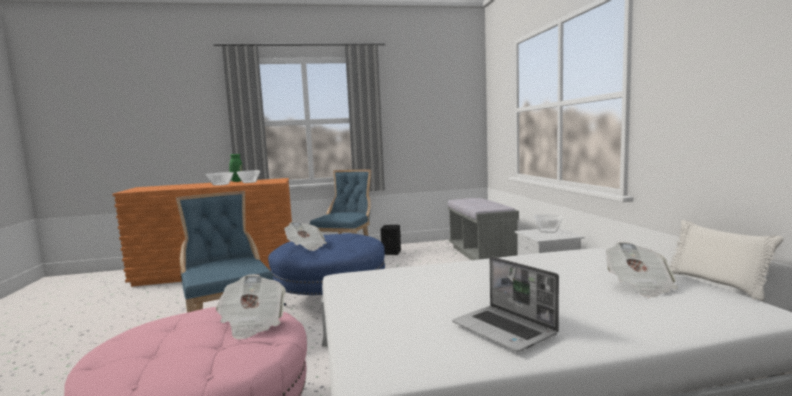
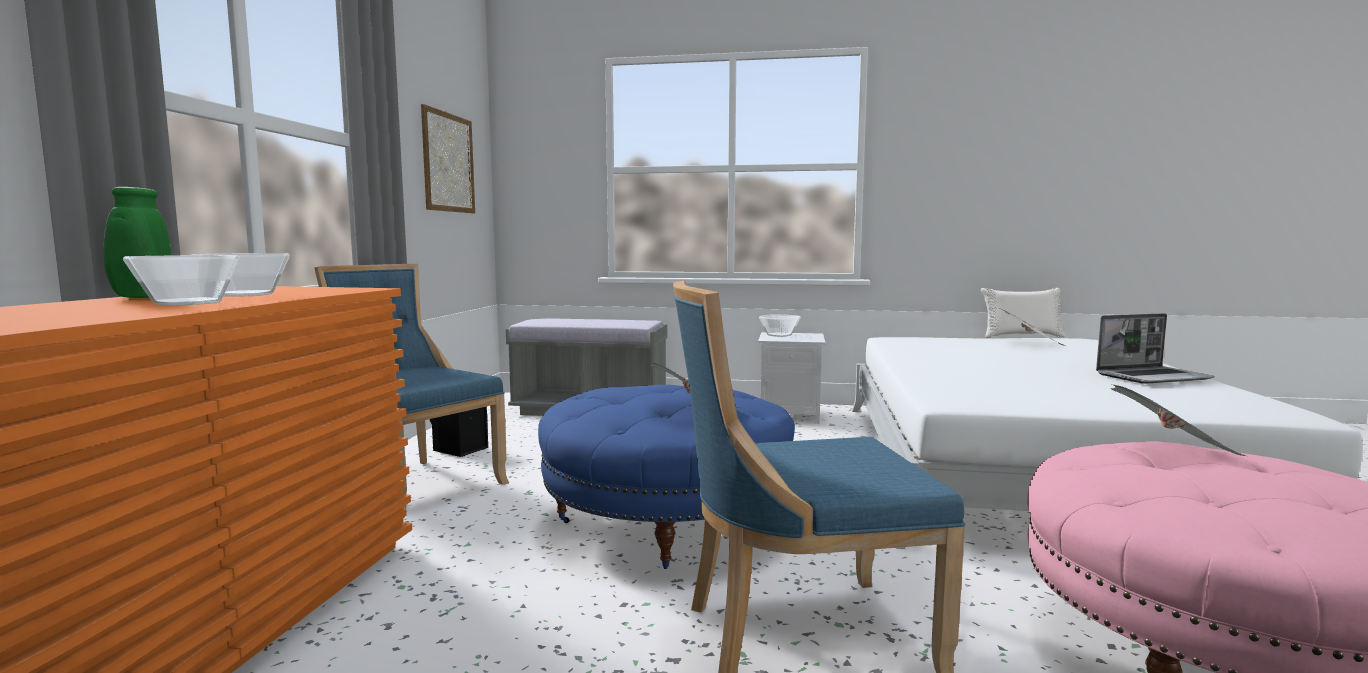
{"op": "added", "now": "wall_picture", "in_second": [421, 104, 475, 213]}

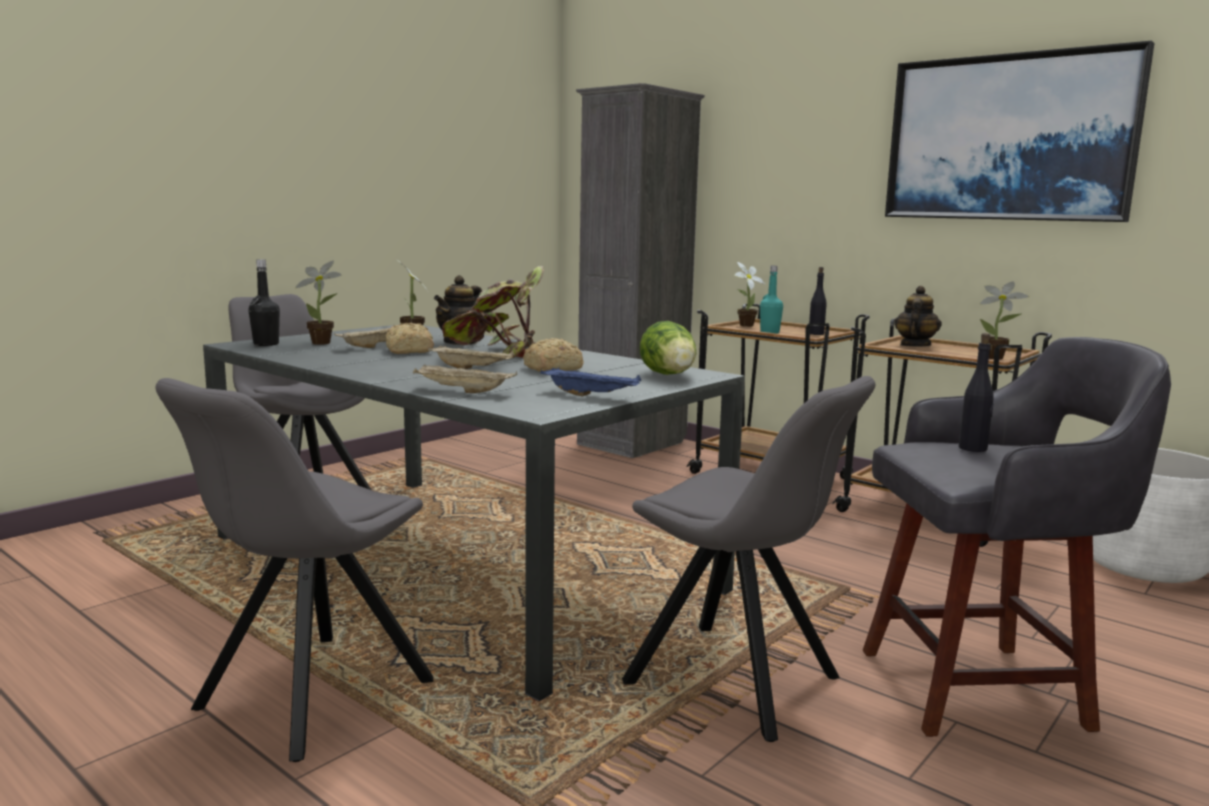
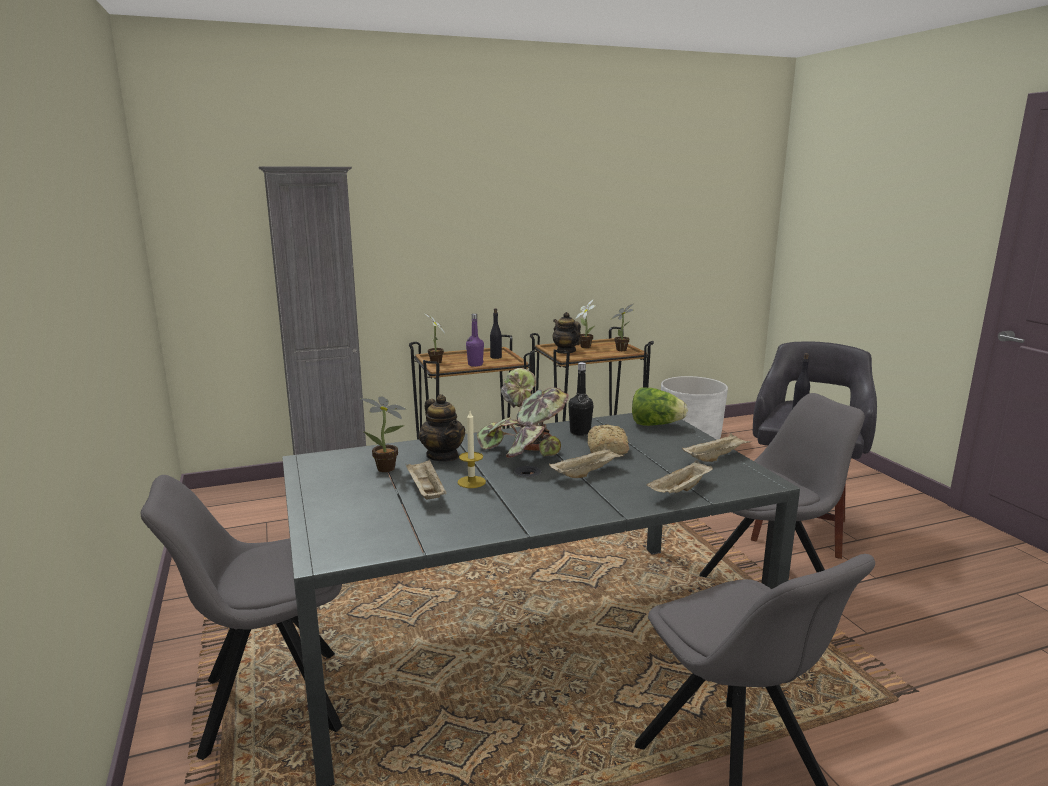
{"op": "replaced", "was": "bakery_bread", "now": "candle", "in_first": [386, 323, 434, 354], "in_second": [458, 411, 486, 488]}
{"op": "recoloured", "was": "blue-green_beverage_bottle", "now": "purplish_beverage_bottle", "in_first": [760, 266, 783, 333], "in_second": [466, 314, 484, 367]}
{"op": "moved", "was": "black_beverage_bottle", "in_first": [249, 259, 280, 346], "in_second": [568, 362, 594, 436]}
{"op": "moved", "was": "houseplant", "in_first": [295, 260, 342, 345], "in_second": [575, 300, 596, 348]}
{"op": "recoloured", "was": "bluish_carrying_tray", "now": "beige_carrying_tray", "in_first": [540, 368, 641, 396], "in_second": [682, 433, 751, 462]}
{"op": "removed", "was": "wall_picture", "in_first": [885, 41, 1154, 222]}

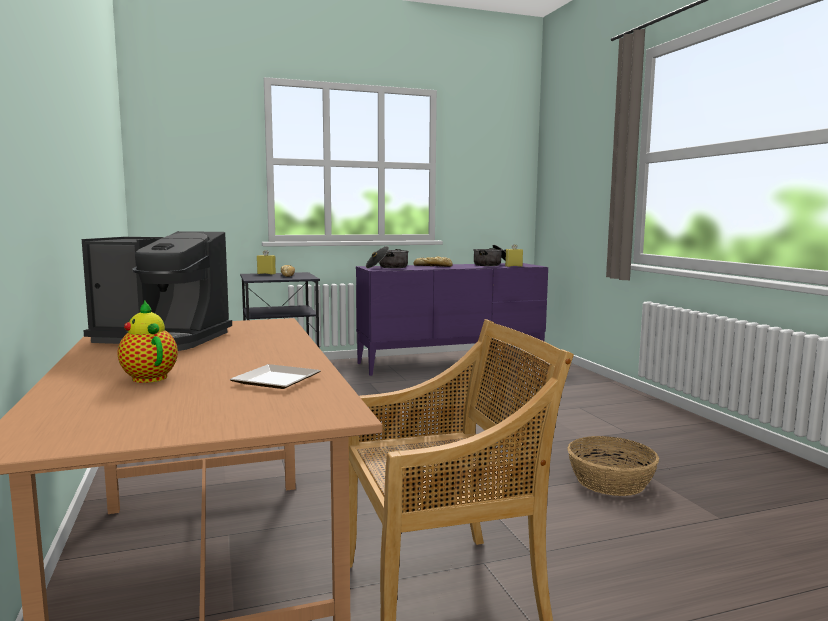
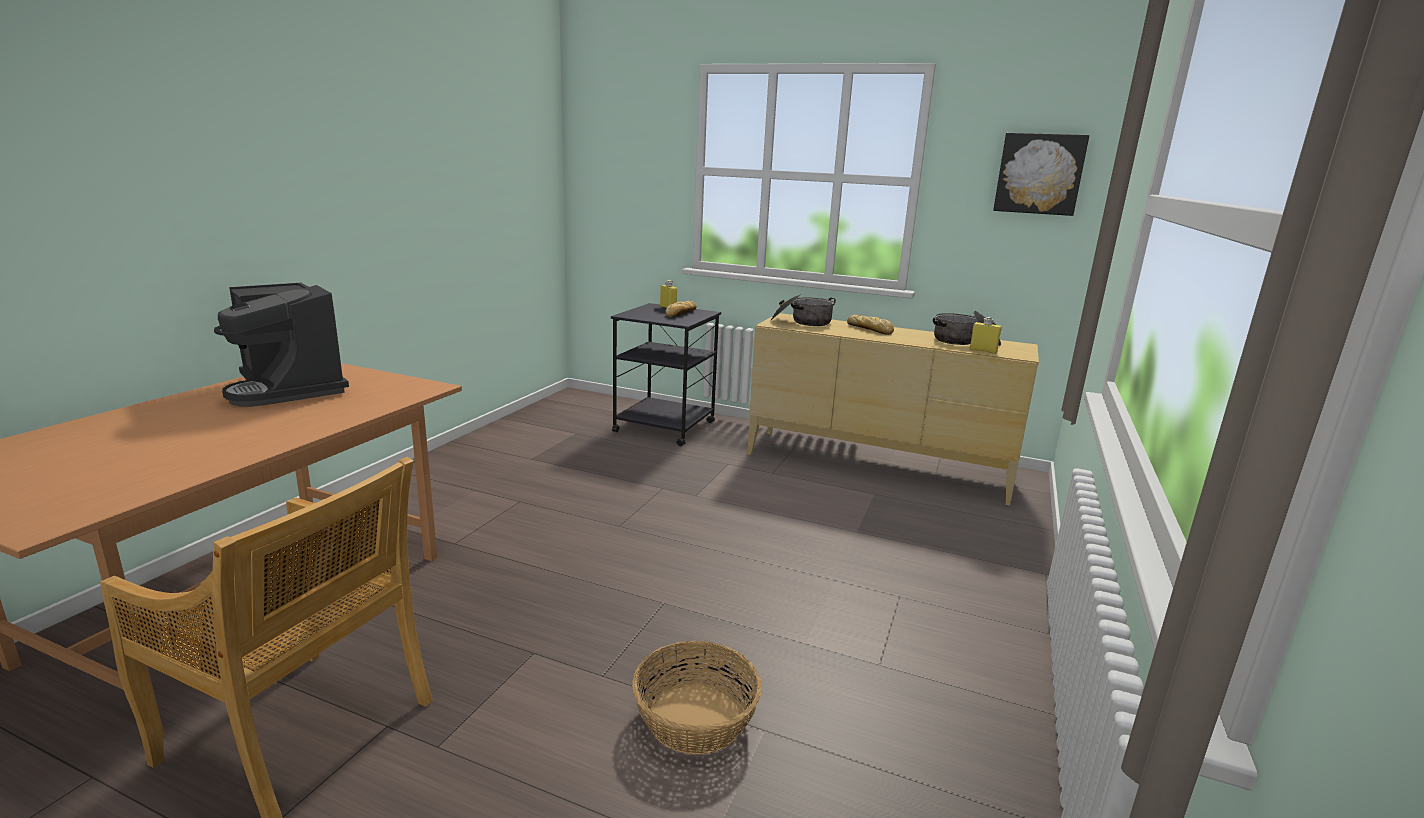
{"op": "recoloured", "was": "purplish_chest_of_drawers", "now": "beige_chest_of_drawers", "in_first": [356, 263, 548, 376], "in_second": [748, 313, 1039, 505]}
{"op": "added", "now": "wall_picture", "in_second": [993, 133, 1089, 216]}
{"op": "removed", "was": "tea_pot", "in_first": [118, 300, 178, 383]}
{"op": "removed", "was": "plate", "in_first": [230, 364, 321, 389]}

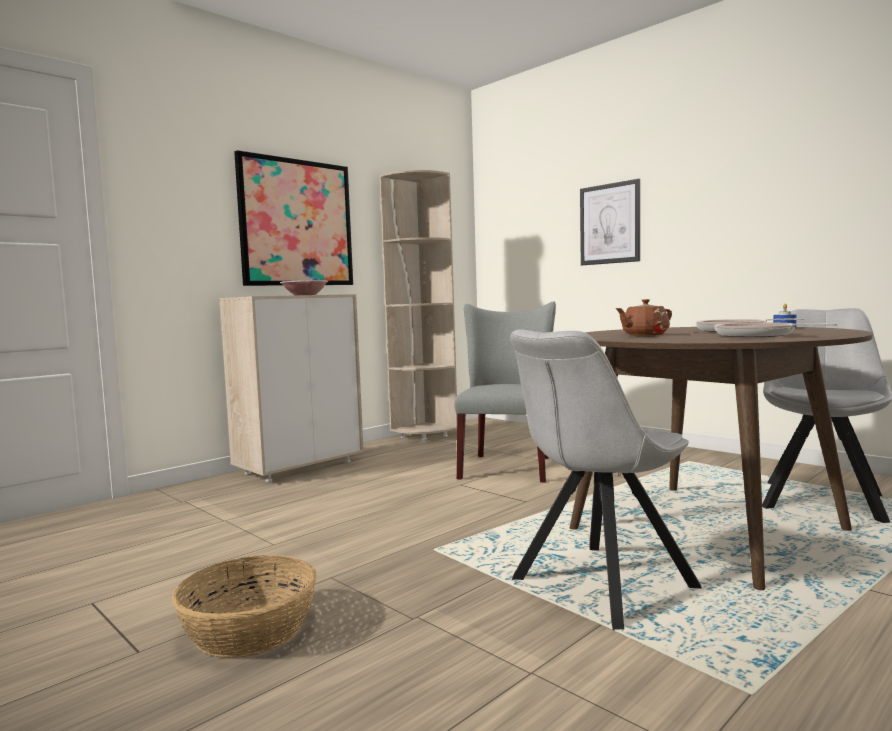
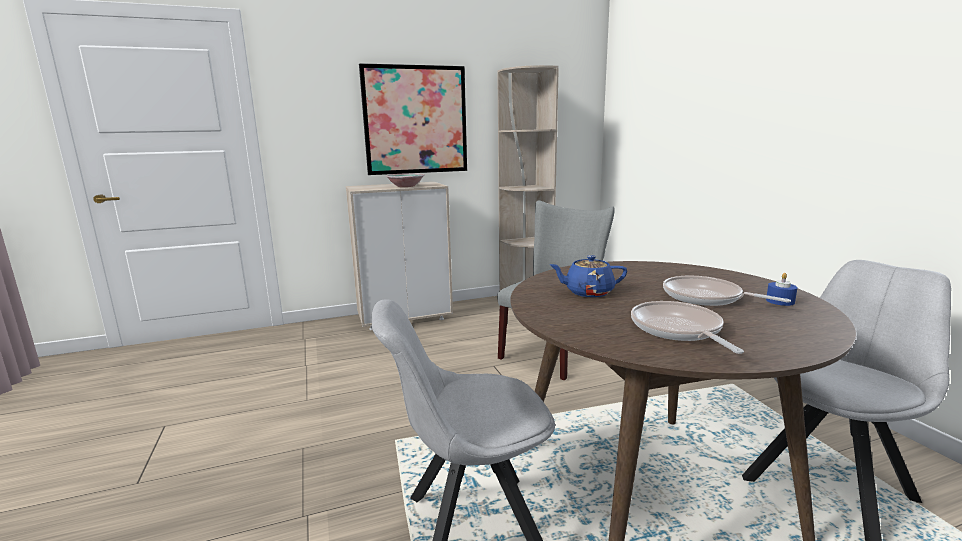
{"op": "recoloured", "was": "brown_tea_pot", "now": "bluish_tea_pot", "in_first": [615, 299, 672, 336], "in_second": [550, 255, 627, 297]}
{"op": "removed", "was": "basket", "in_first": [172, 555, 316, 658]}
{"op": "removed", "was": "wall_picture", "in_first": [580, 179, 640, 265]}

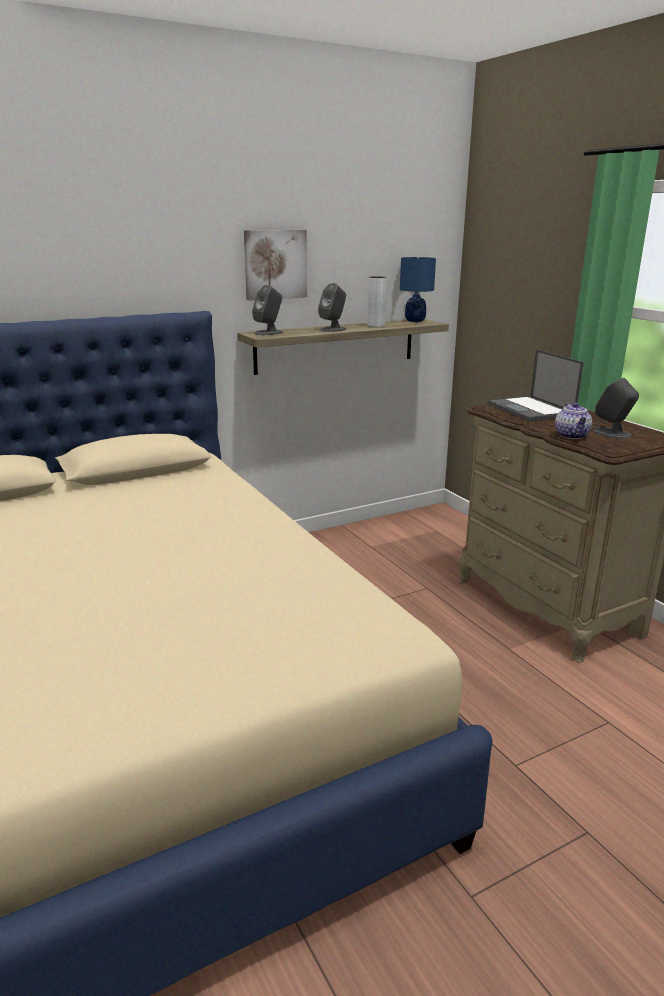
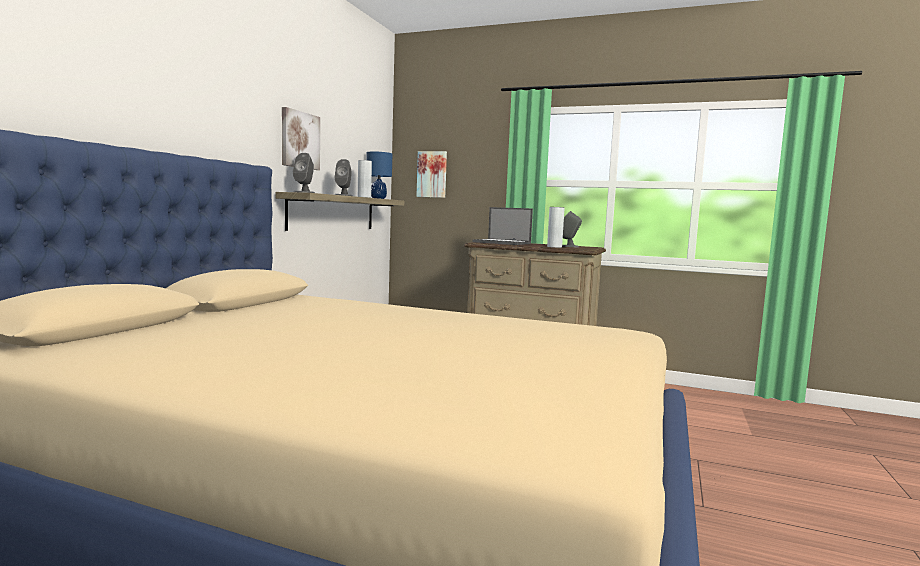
{"op": "added", "now": "wall_picture", "in_second": [416, 151, 447, 198]}
{"op": "replaced", "was": "tea_pot", "now": "grey_vase", "in_first": [555, 402, 592, 439], "in_second": [547, 207, 565, 248]}

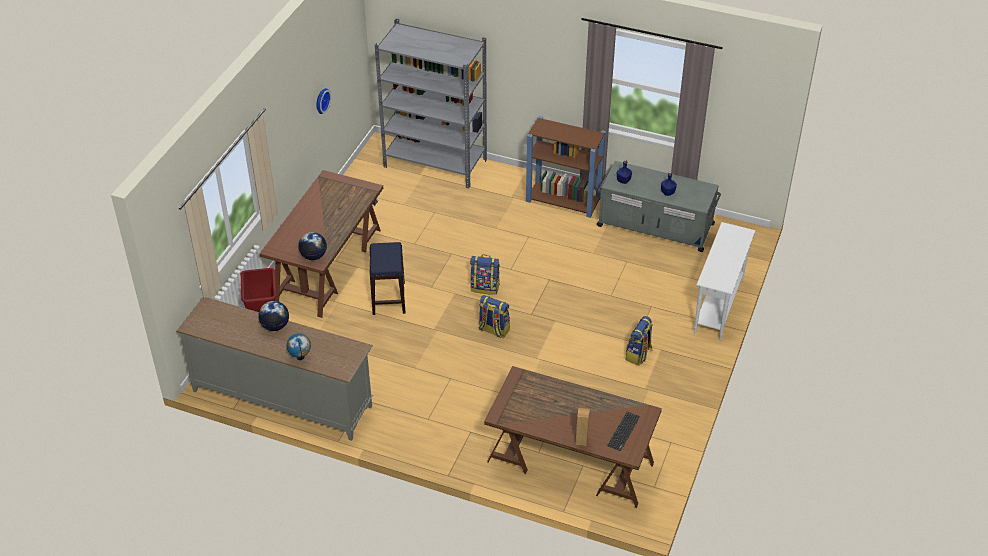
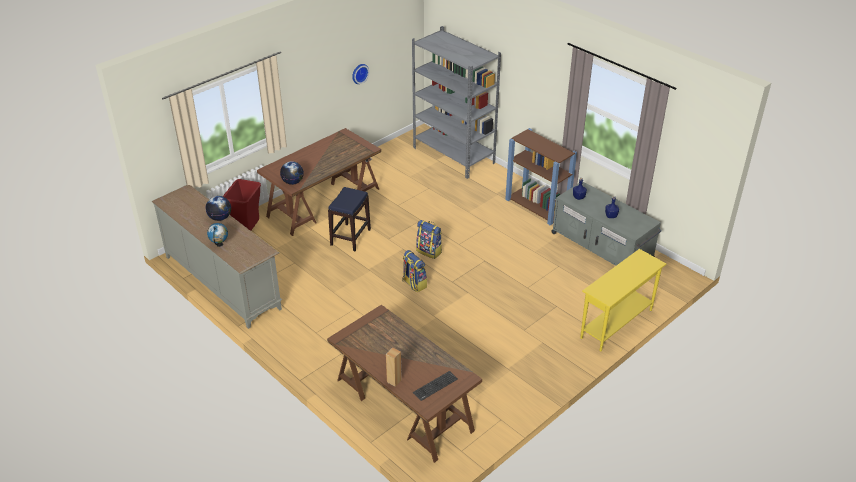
{"op": "recoloured", "was": "white_narrow_table", "now": "yellowish_narrow_table", "in_first": [694, 222, 756, 340], "in_second": [580, 249, 666, 352]}
{"op": "removed", "was": "backpack", "in_first": [626, 316, 653, 365]}

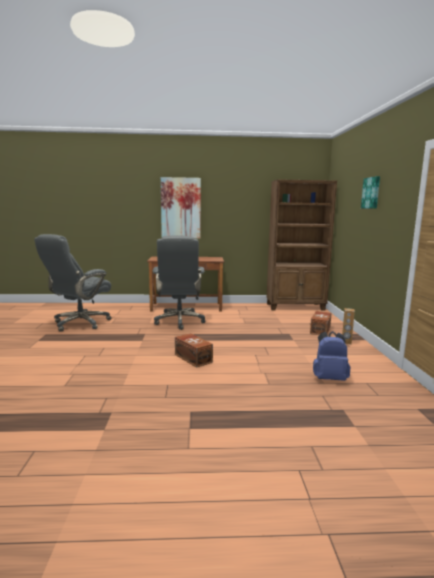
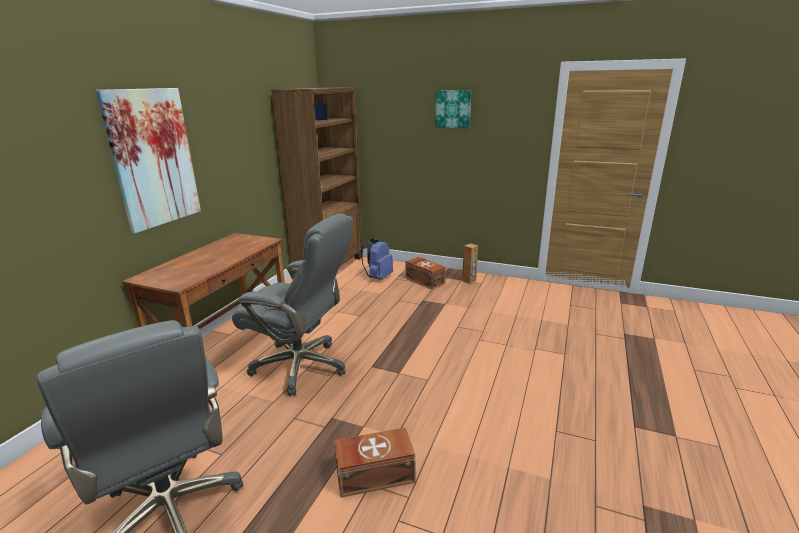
{"op": "moved", "was": "brown_storage_container", "in_first": [175, 333, 213, 368], "in_second": [334, 427, 415, 498]}
{"op": "moved", "was": "bluish_backpack", "in_first": [313, 331, 351, 381], "in_second": [361, 238, 393, 280]}

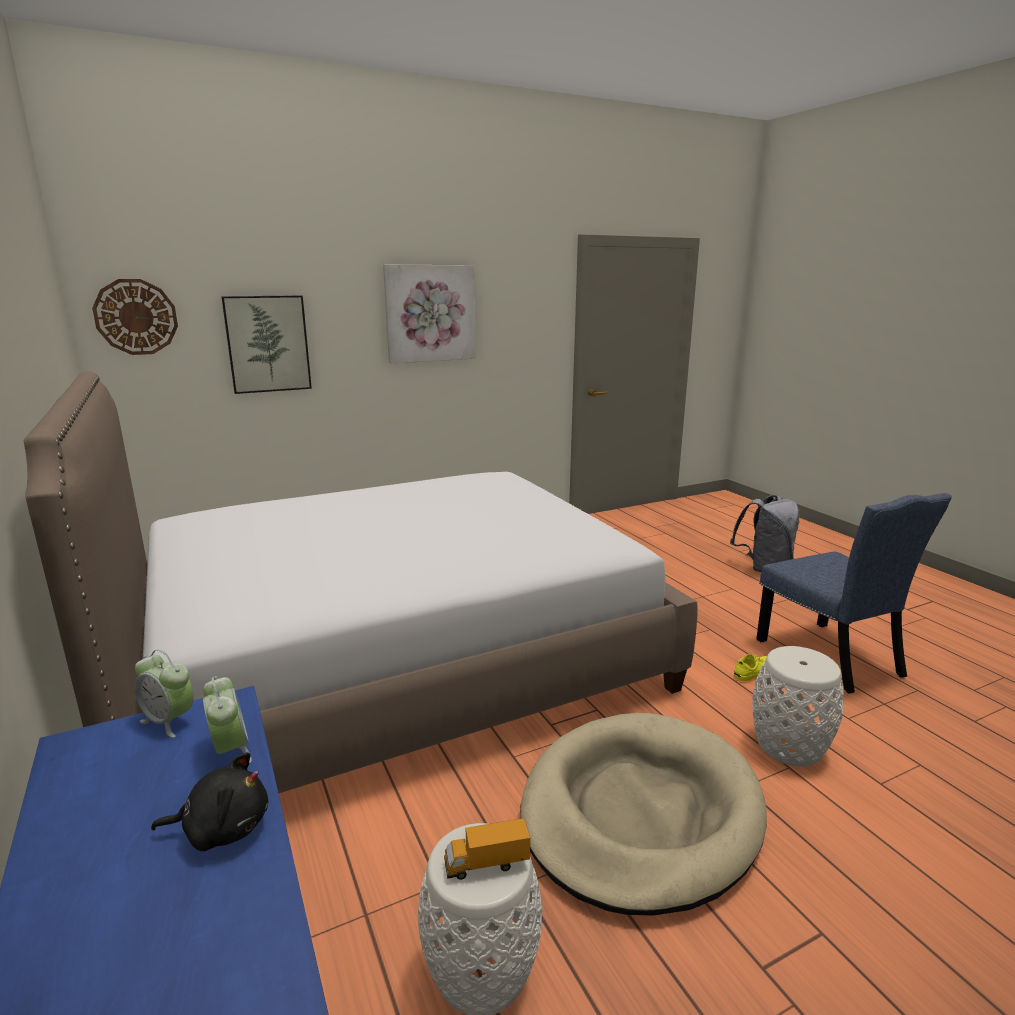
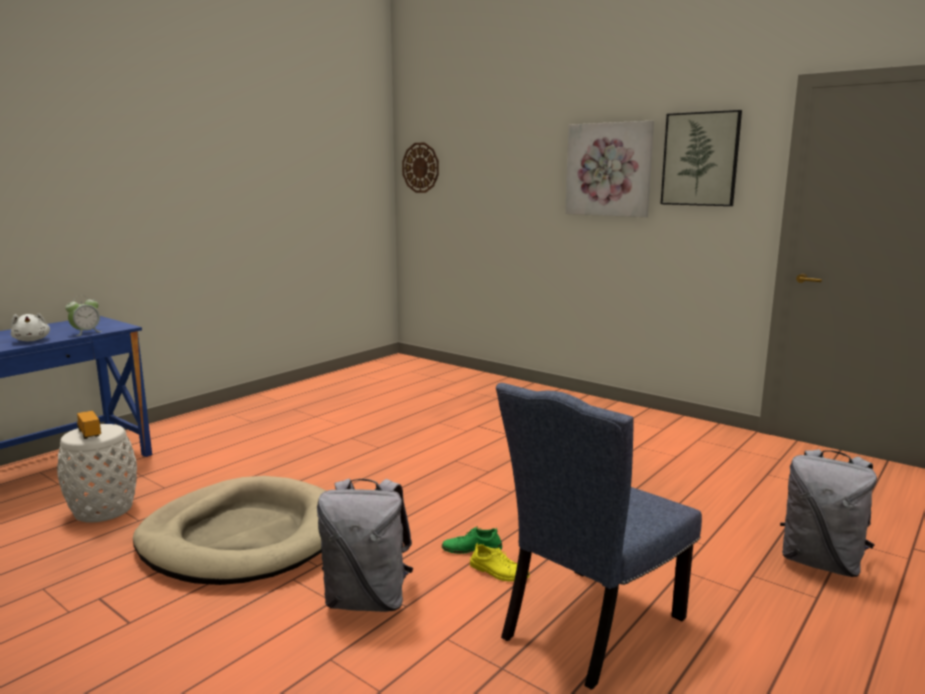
{"op": "recoloured", "was": "black_cuddly_toy", "now": "white_cuddly_toy", "in_first": [151, 752, 268, 851], "in_second": [11, 313, 50, 341]}
{"op": "replaced", "was": "white_sitting_stool", "now": "grey_backpack", "in_first": [752, 646, 844, 767], "in_second": [317, 479, 413, 612]}
{"op": "added", "now": "green-coloured_item_of_footwear", "in_second": [442, 527, 502, 554]}
{"op": "moved", "was": "wall_picture", "in_first": [221, 295, 312, 394], "in_second": [661, 110, 742, 206]}
{"op": "removed", "was": "sleeping_bed", "in_first": [23, 371, 698, 793]}
{"op": "removed", "was": "table_clock", "in_first": [135, 649, 194, 738]}

